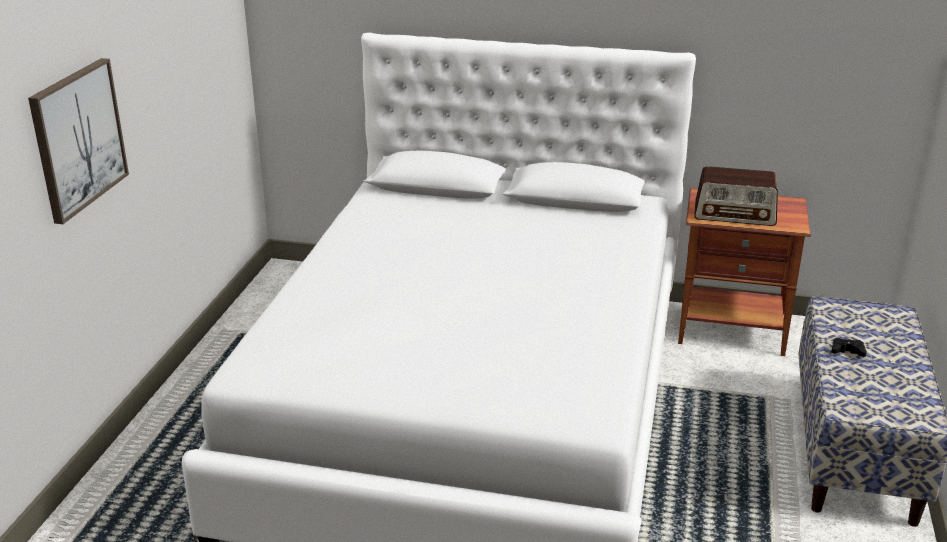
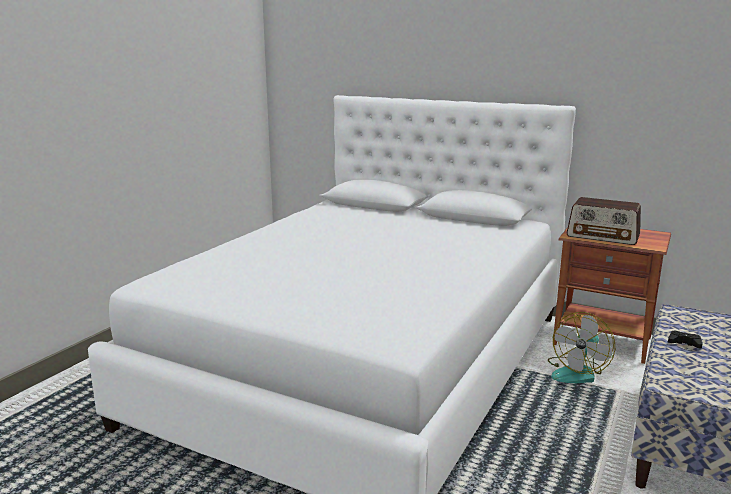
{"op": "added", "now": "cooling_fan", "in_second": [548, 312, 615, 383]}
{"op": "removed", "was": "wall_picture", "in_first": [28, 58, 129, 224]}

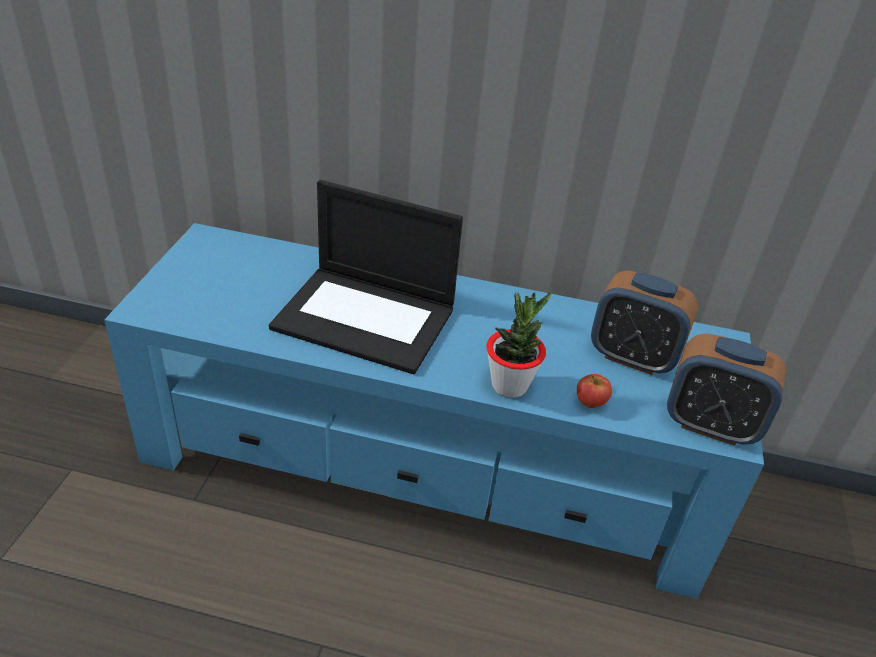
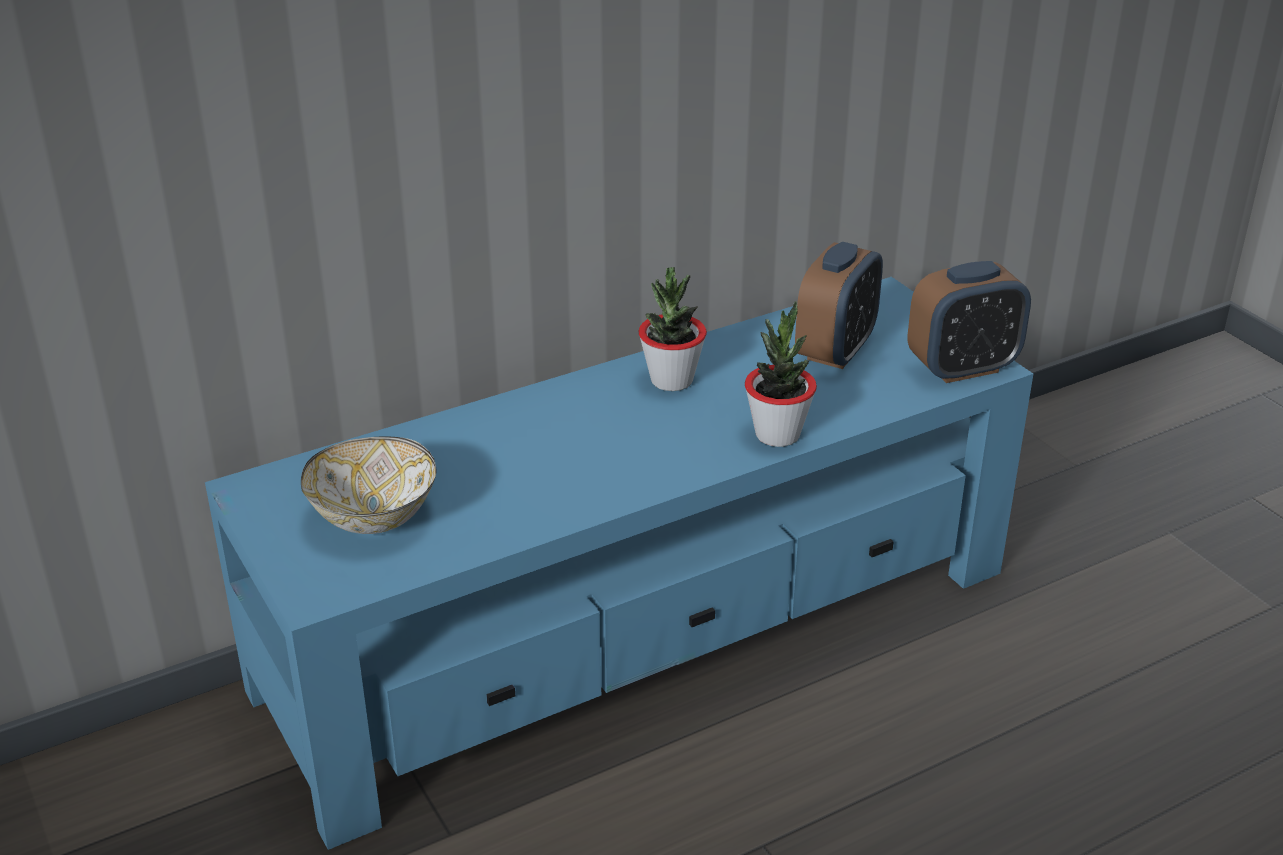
{"op": "added", "now": "bowl", "in_second": [301, 437, 437, 534]}
{"op": "added", "now": "houseplant", "in_second": [639, 267, 707, 391]}
{"op": "turned", "was": "table_clock", "in_first": [591, 270, 698, 375], "in_second": [795, 242, 883, 369], "clockwise": -45}
{"op": "removed", "was": "notebook_computer", "in_first": [269, 180, 463, 374]}
{"op": "removed", "was": "apple", "in_first": [577, 374, 612, 408]}

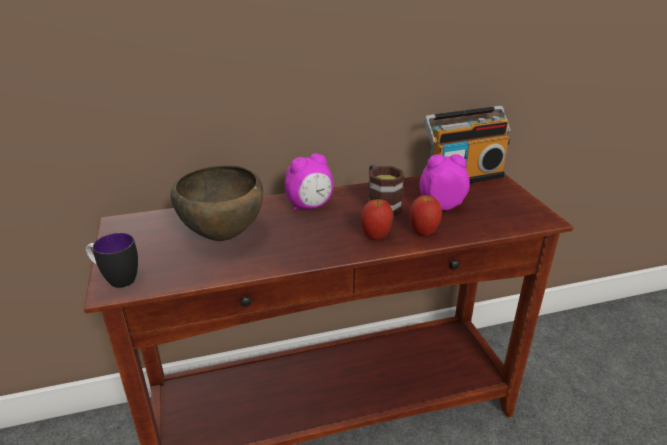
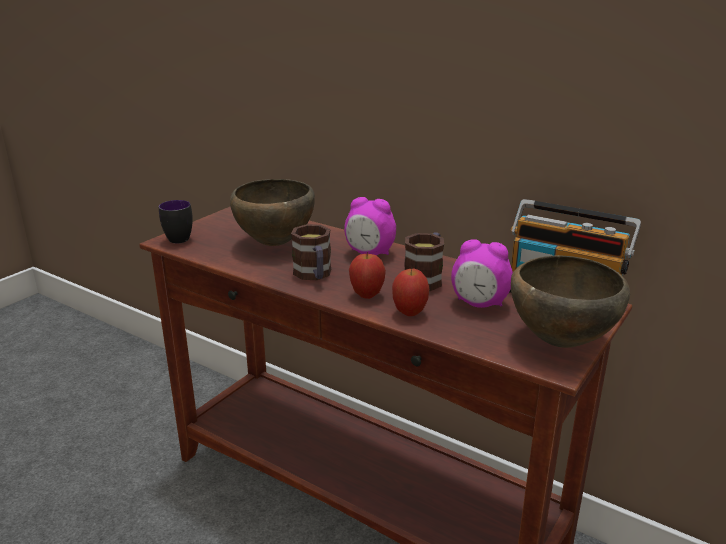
{"op": "added", "now": "mug", "in_second": [291, 224, 331, 280]}
{"op": "turned", "was": "table_clock", "in_first": [420, 154, 470, 210], "in_second": [451, 239, 513, 308], "clockwise": 150}
{"op": "added", "now": "brown_bowl", "in_second": [511, 255, 630, 348]}

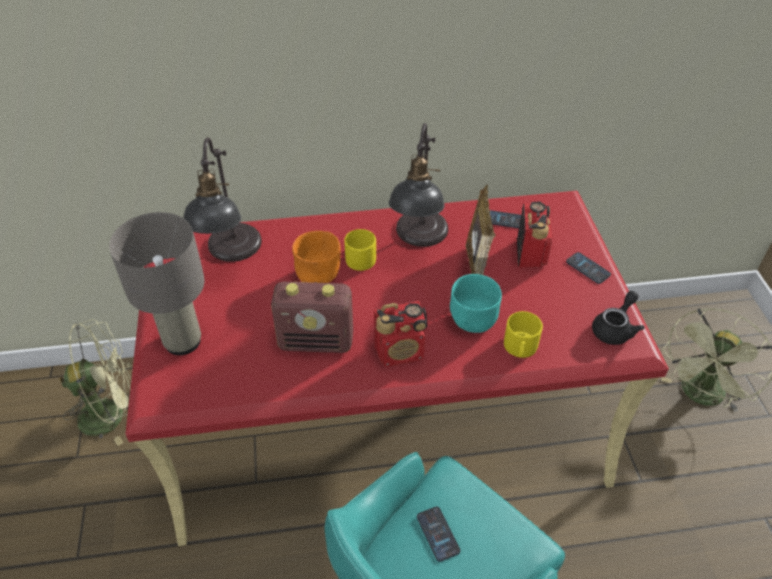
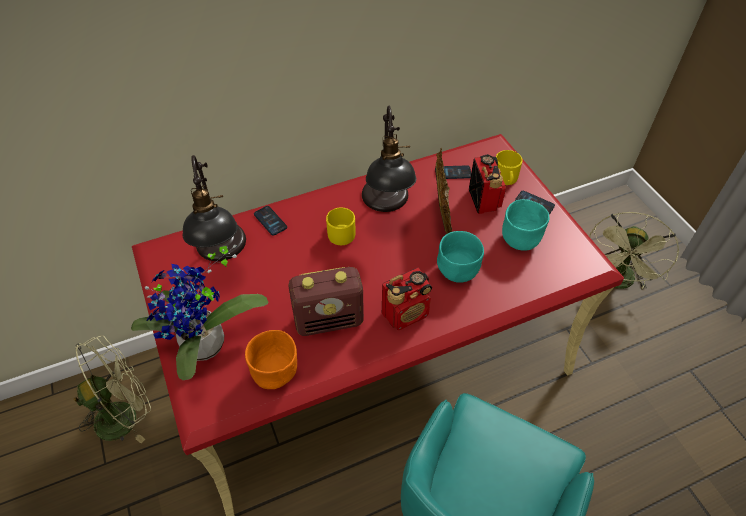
{"op": "replaced", "was": "grey_table_lamp", "now": "houseplant", "in_first": [109, 212, 204, 355], "in_second": [131, 245, 268, 380]}
{"op": "moved", "was": "orange-coloured_bowl", "in_first": [292, 231, 341, 283], "in_second": [245, 330, 297, 389]}
{"op": "moved", "was": "handset", "in_first": [417, 507, 460, 562], "in_second": [254, 206, 287, 236]}
{"op": "moved", "was": "yellowish_mug", "in_first": [504, 311, 543, 358], "in_second": [496, 150, 523, 185]}
{"op": "added", "now": "blue-green_bowl", "in_second": [502, 199, 549, 251]}
{"op": "removed", "was": "black_tea_pot", "in_first": [592, 291, 645, 345]}

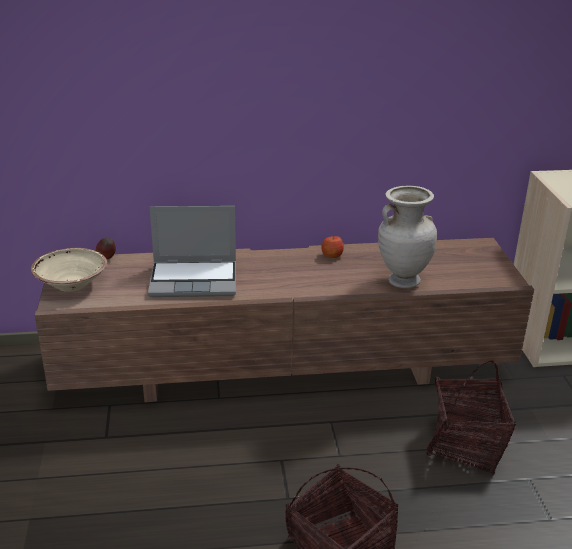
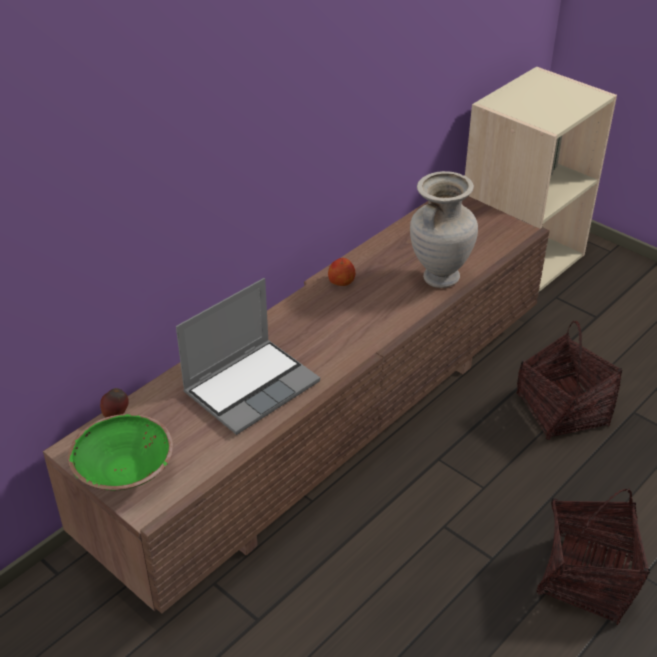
{"op": "recoloured", "was": "beige_bowl", "now": "green-coloured_bowl", "in_first": [31, 248, 107, 292], "in_second": [68, 414, 173, 490]}

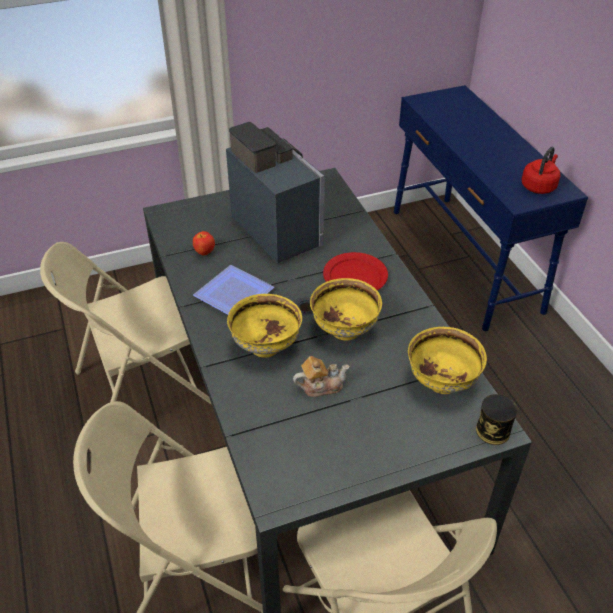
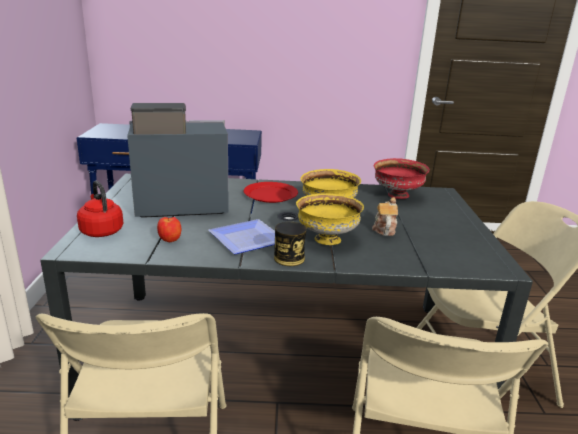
{"op": "moved", "was": "reddish_water_kettle", "in_first": [521, 147, 561, 194], "in_second": [77, 181, 123, 237]}
{"op": "moved", "was": "metal_can", "in_first": [476, 394, 517, 445], "in_second": [274, 222, 307, 266]}
{"op": "recoloured", "was": "yellowish_bowl", "now": "reddish_bowl", "in_first": [408, 327, 487, 394], "in_second": [374, 158, 430, 199]}

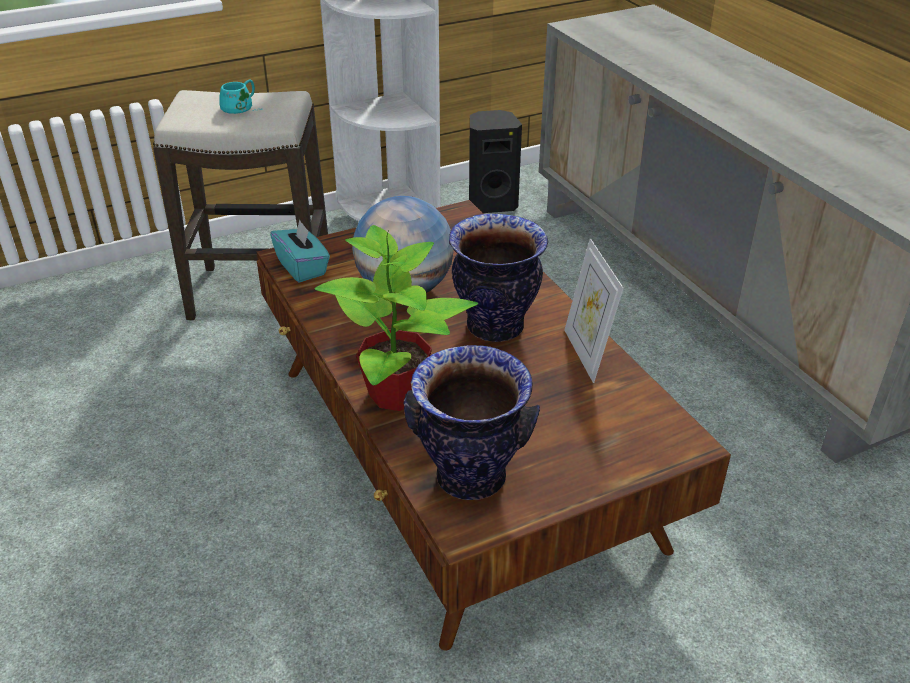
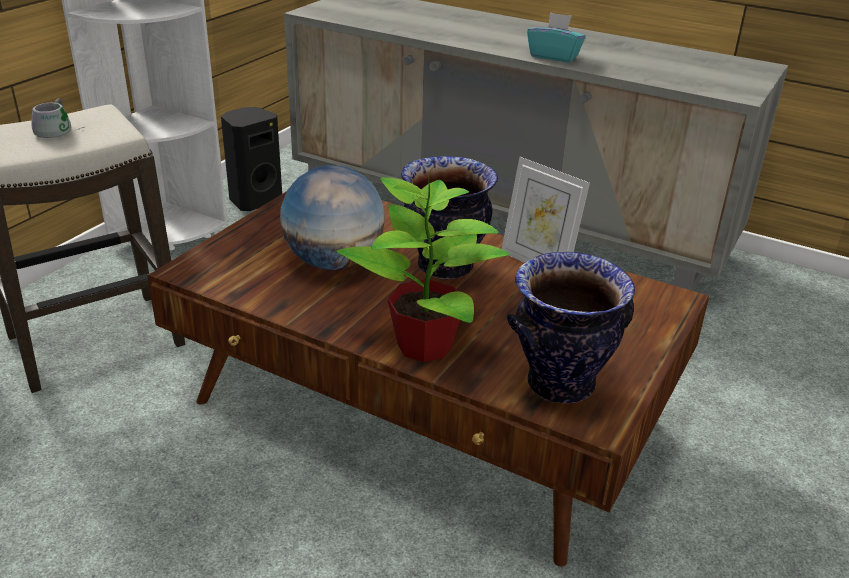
{"op": "recoloured", "was": "blue-green_mug", "now": "grey_mug", "in_first": [219, 79, 255, 114], "in_second": [31, 98, 85, 138]}
{"op": "moved", "was": "blue-green_tissue_box", "in_first": [270, 220, 330, 283], "in_second": [527, 12, 586, 63]}

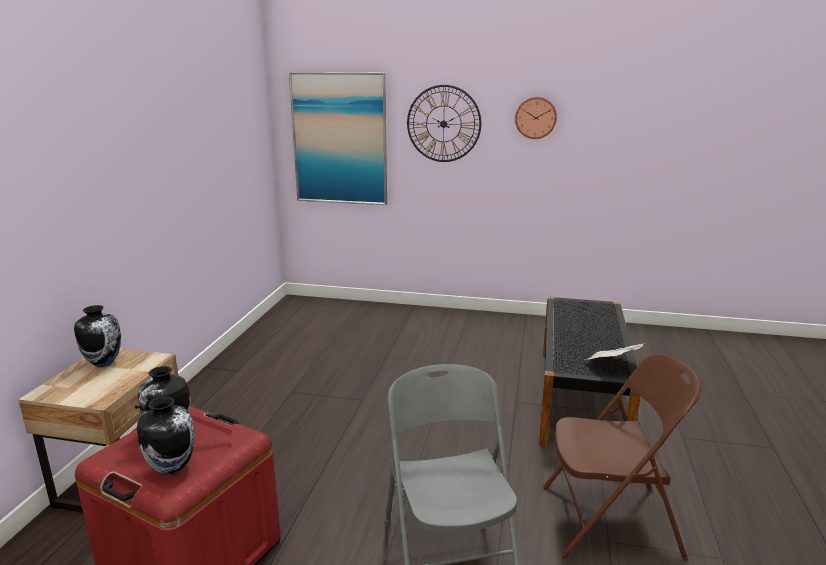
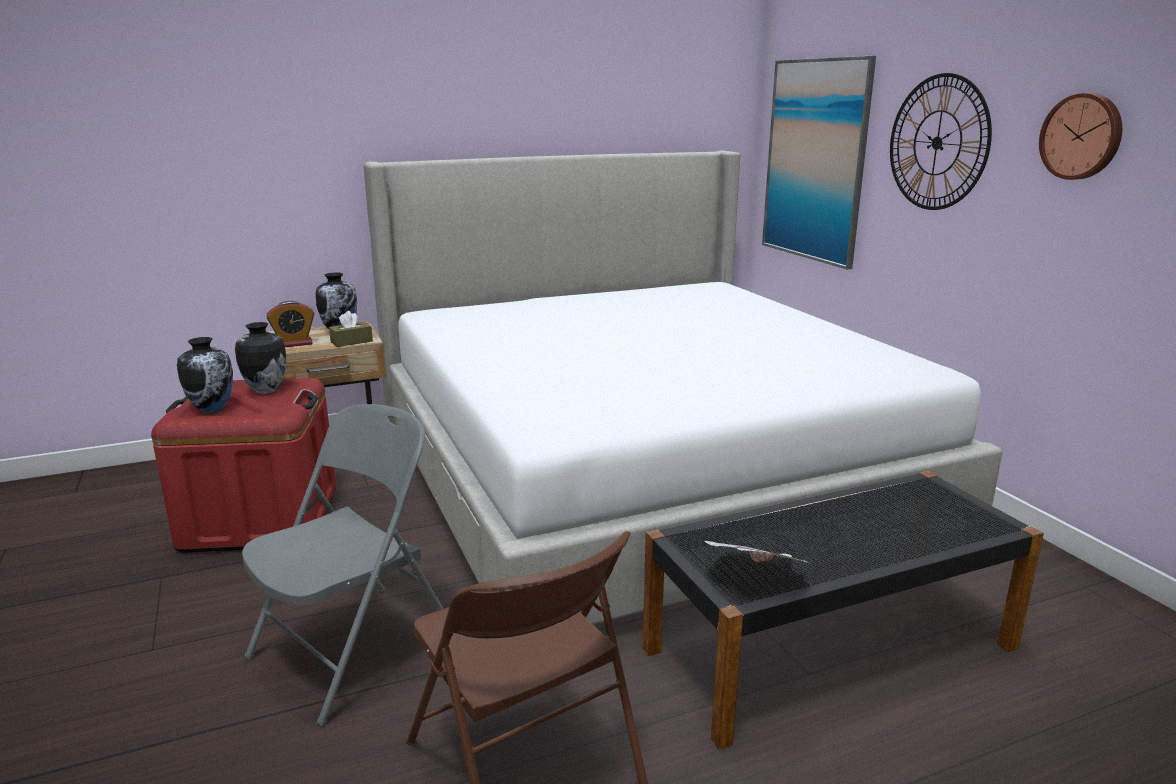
{"op": "added", "now": "table_clock", "in_second": [266, 301, 314, 347]}
{"op": "added", "now": "brown_tissue_box", "in_second": [329, 311, 373, 347]}
{"op": "added", "now": "sleeping_bed", "in_second": [363, 150, 1003, 624]}

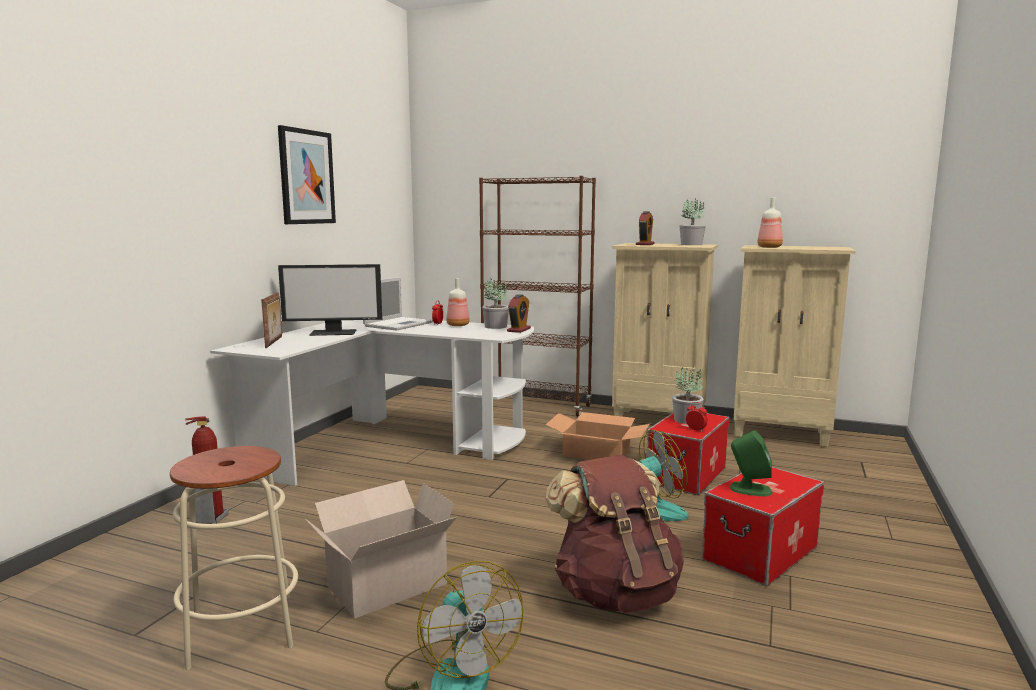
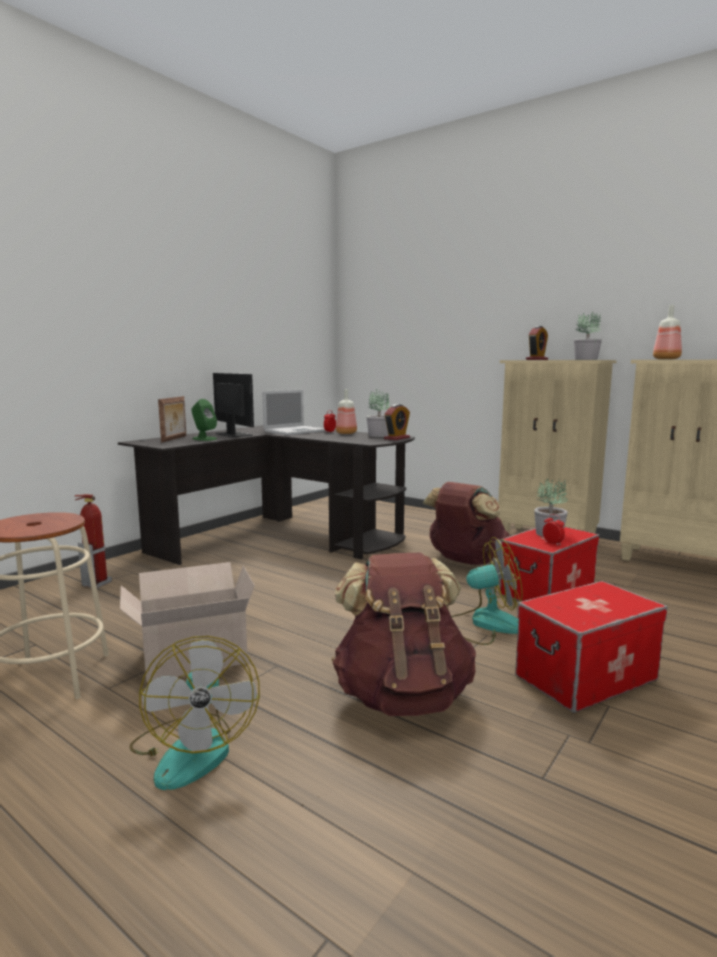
{"op": "recoloured", "was": "white_desk_table", "now": "black_desk_table", "in_first": [210, 320, 534, 486], "in_second": [118, 425, 415, 565]}
{"op": "moved", "was": "green-coloured_speaker", "in_first": [730, 431, 773, 496], "in_second": [191, 399, 217, 441]}
{"op": "turned", "was": "computer_screen", "in_first": [278, 264, 382, 336], "in_second": [213, 373, 254, 438], "clockwise": -135}
{"op": "replaced", "was": "cardboard_box", "now": "brown_backpack", "in_first": [546, 412, 649, 460], "in_second": [423, 482, 510, 565]}
{"op": "removed", "was": "wall_picture", "in_first": [278, 125, 336, 224]}
{"op": "removed", "was": "brown_bookcase", "in_first": [479, 176, 596, 417]}

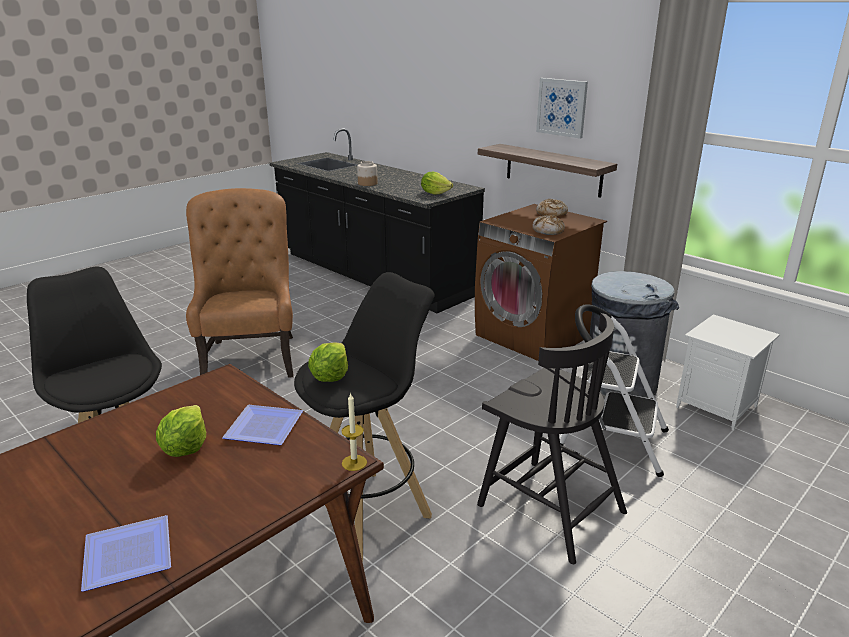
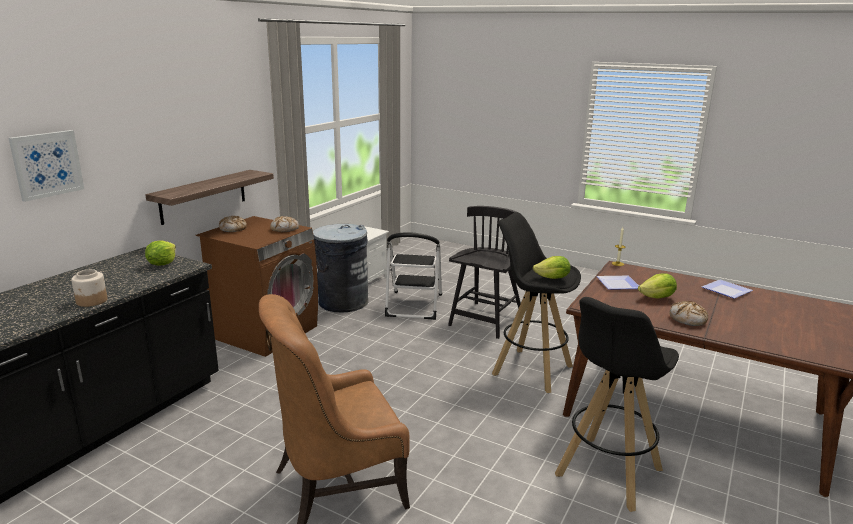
{"op": "moved", "was": "wall_picture", "in_first": [536, 78, 588, 138], "in_second": [9, 130, 84, 202]}
{"op": "added", "now": "bakery_bread", "in_second": [669, 301, 708, 326]}

